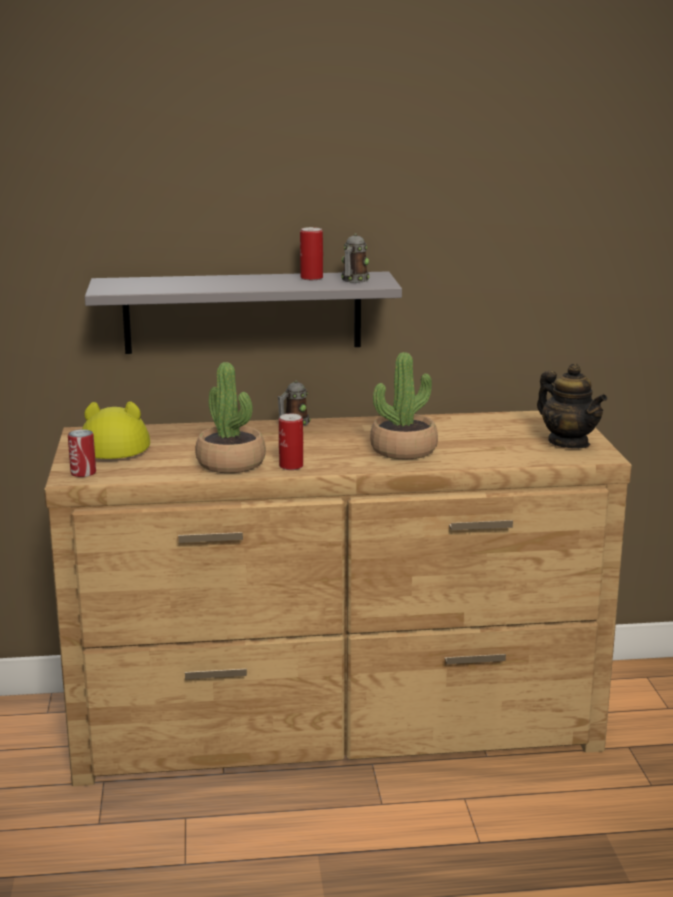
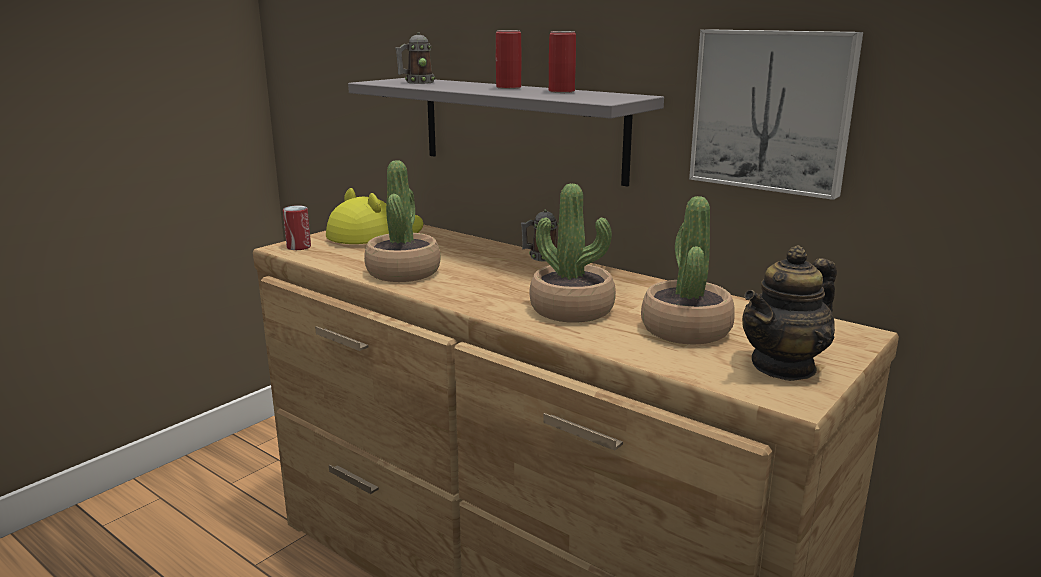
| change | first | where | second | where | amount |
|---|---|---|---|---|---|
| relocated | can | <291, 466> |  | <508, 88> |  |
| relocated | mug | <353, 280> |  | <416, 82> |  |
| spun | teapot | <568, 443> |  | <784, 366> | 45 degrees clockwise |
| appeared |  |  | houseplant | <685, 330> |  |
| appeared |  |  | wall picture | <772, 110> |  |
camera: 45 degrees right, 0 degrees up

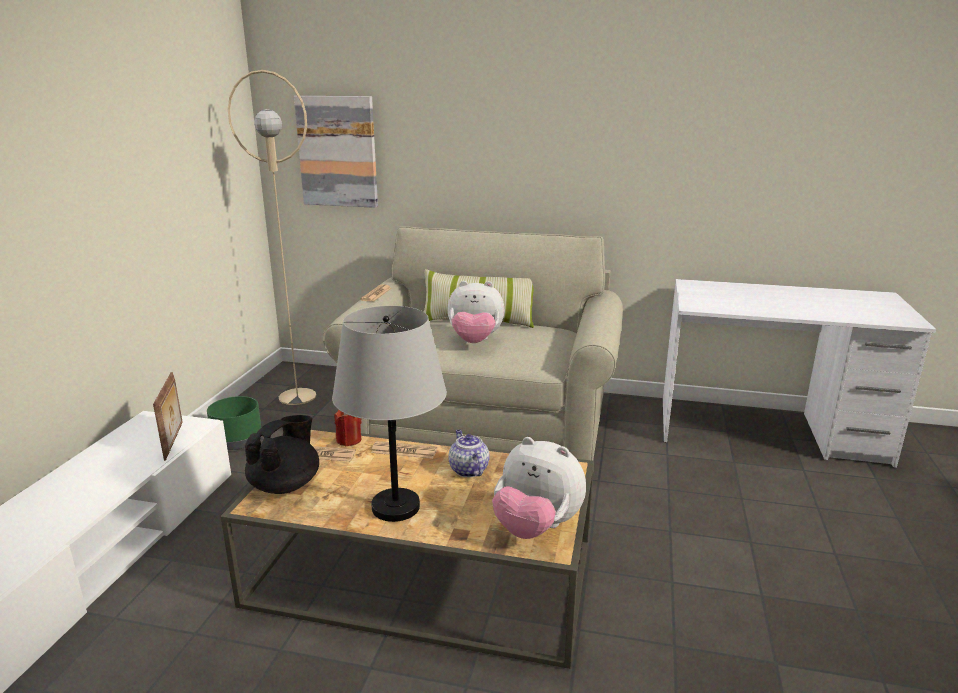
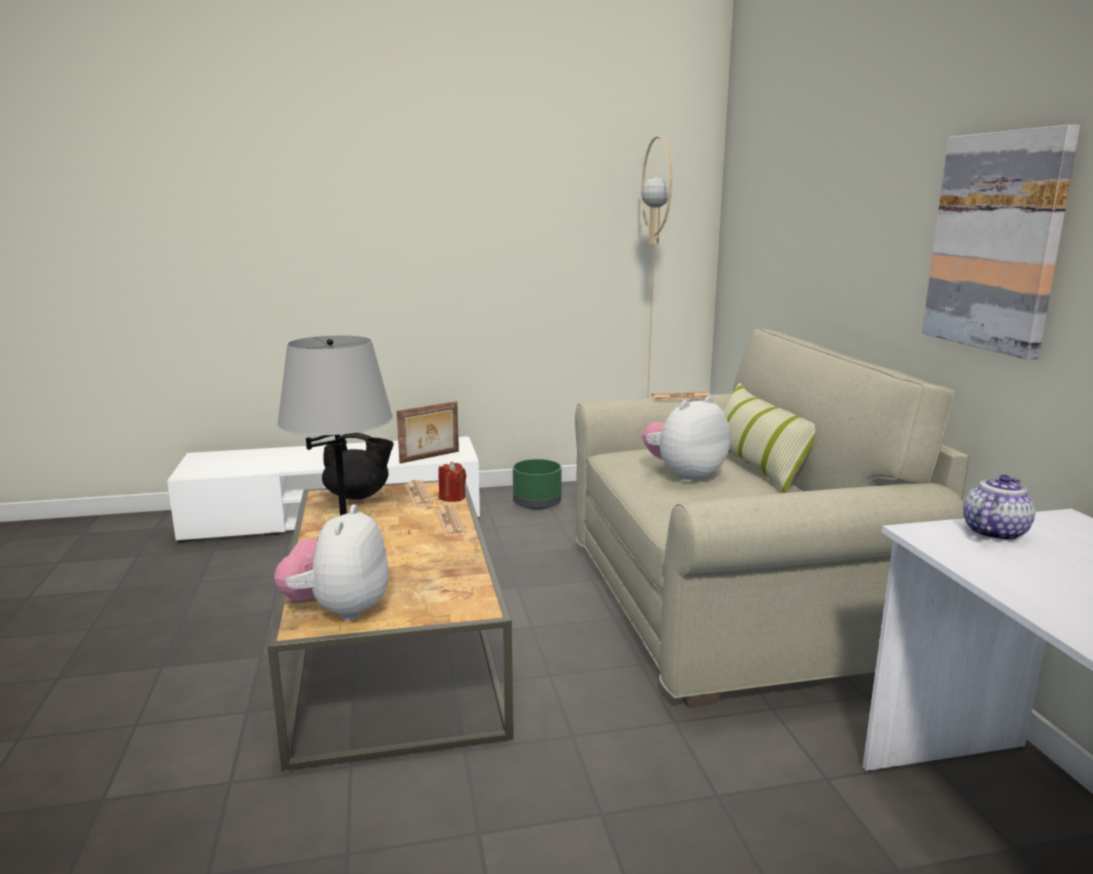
| change | first | where | second | where | amount |
|---|---|---|---|---|---|
| relocated | wall picture | <338, 152> |  | <996, 242> |  |
| spun | cuddly toy | <475, 341> |  | <684, 475> | 75 degrees clockwise |
| relocated | teapot | <468, 470> |  | <994, 532> |  |
camera: 65 degrees right, 5 degrees down

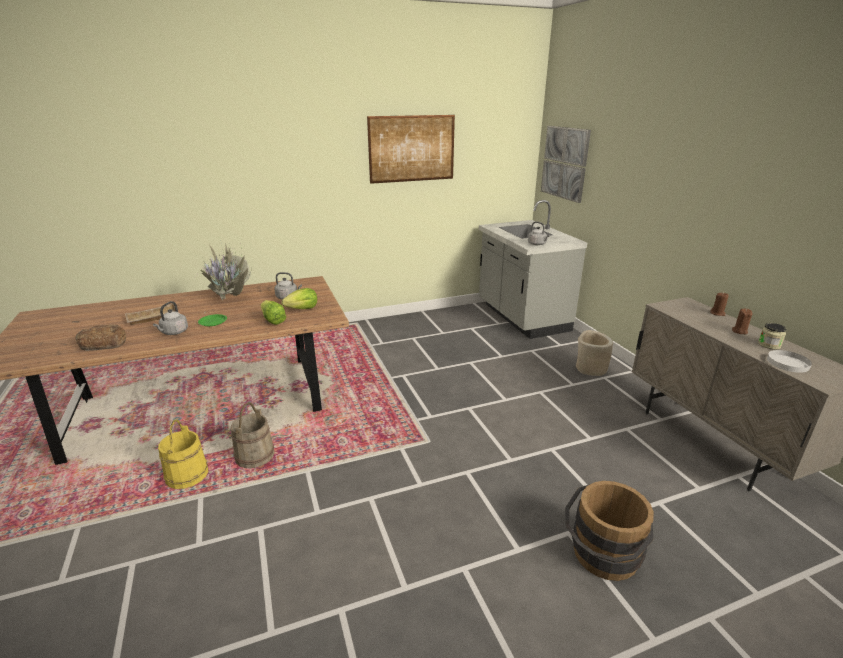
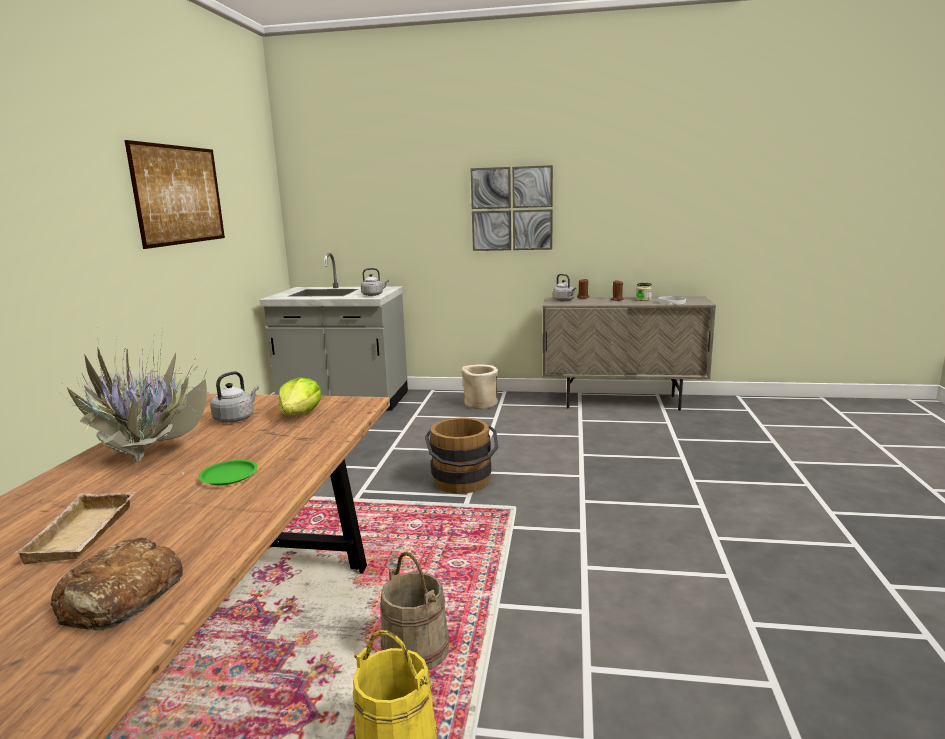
| change | first | where | second | where | amount |
|---|---|---|---|---|---|
| relocated | greyish tea kettle | <173, 332> |  | <564, 300> |  |
| missing | head of lettuce | <272, 320> |  |  |  |
| relocated | wall picture | <565, 163> |  | <511, 209> |  |
| relocated | brownish water bucket | <601, 557> |  | <463, 483> |  |
camera: 60 degrees left, 10 degrees down

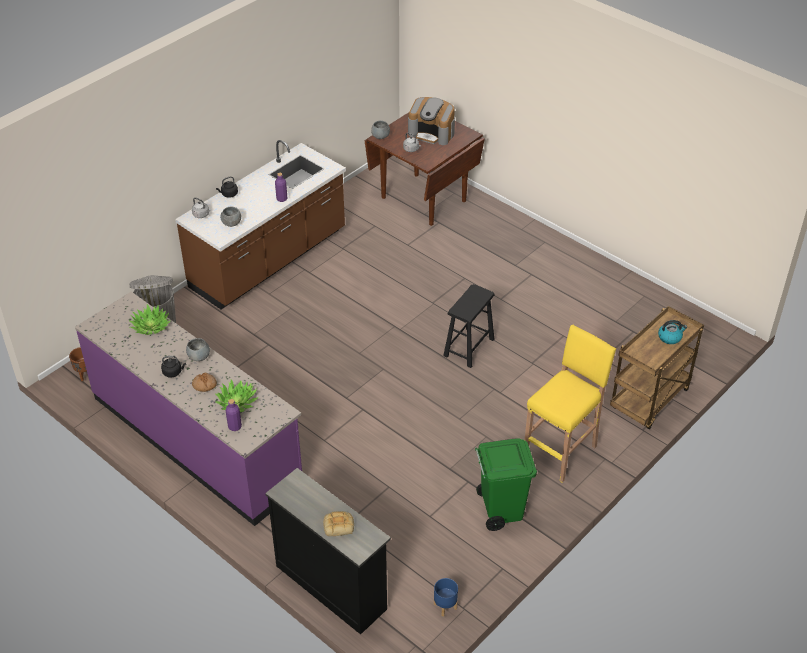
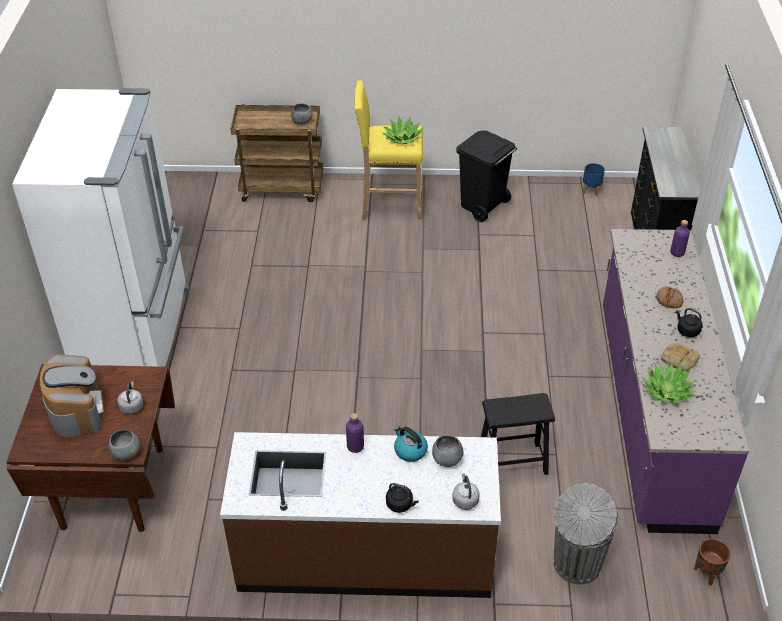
| change | first | where | second | where | amount |
|---|---|---|---|---|---|
| relocated | greyish bowl | <199, 356> |  | <301, 121> |  |
| relocated | houseplant | <237, 402> |  | <402, 138> |  |
| relocated | bread | <339, 525> |  | <678, 359> |  |
| relocated | black-coloured stool seat | <469, 347> |  | <512, 461> |  |
| colour | greenish waste bin | <500, 509> | black-coloured waste bin | <482, 207> |  |
| relocated | tea kettle | <670, 337> |  | <410, 450> |  |
| appeared |  |  | white-coloured kitchen fridge | <137, 333> |  |
camera: 130 degrees left, 0 degrees up

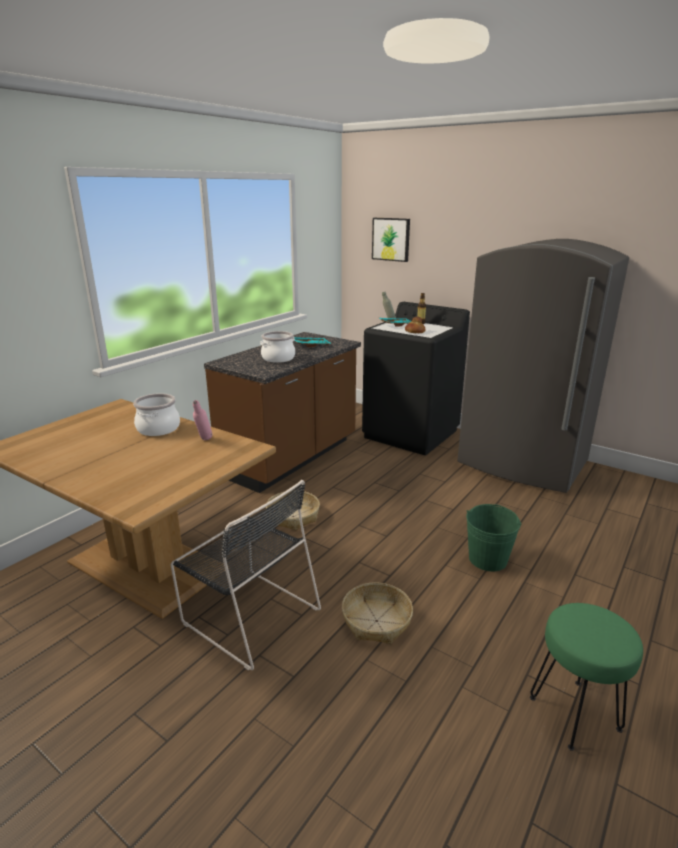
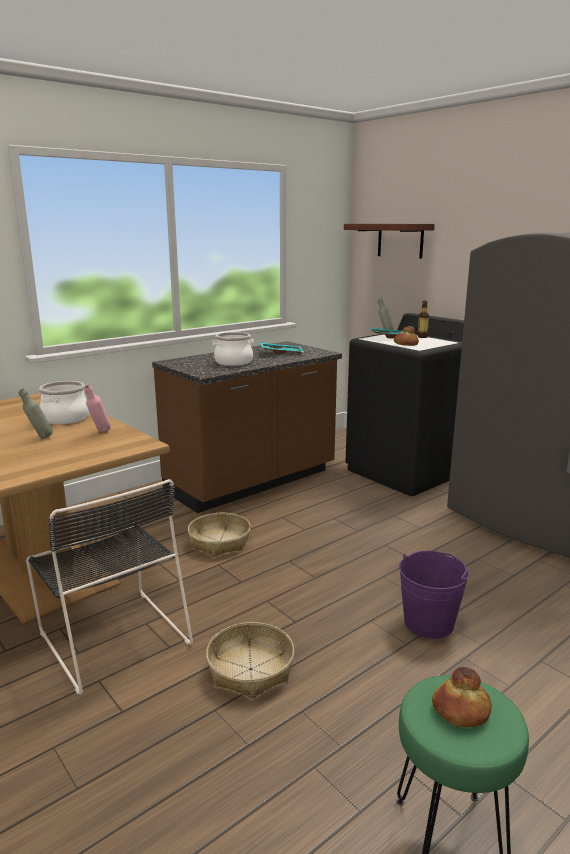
| change | first | where | second | where | amount |
|---|---|---|---|---|---|
| exchanged | wall picture | <391, 239> | wall shelf | <400, 240> |  |
| colour | greenish water bucket | <487, 559> | purple-coloured water bucket | <429, 623> |  |
| appeared |  |  | greyish drink bottle | <39, 438> |  |
| appeared |  |  | bread | <460, 710> |  |
camera: 15 degrees right, 5 degrees down

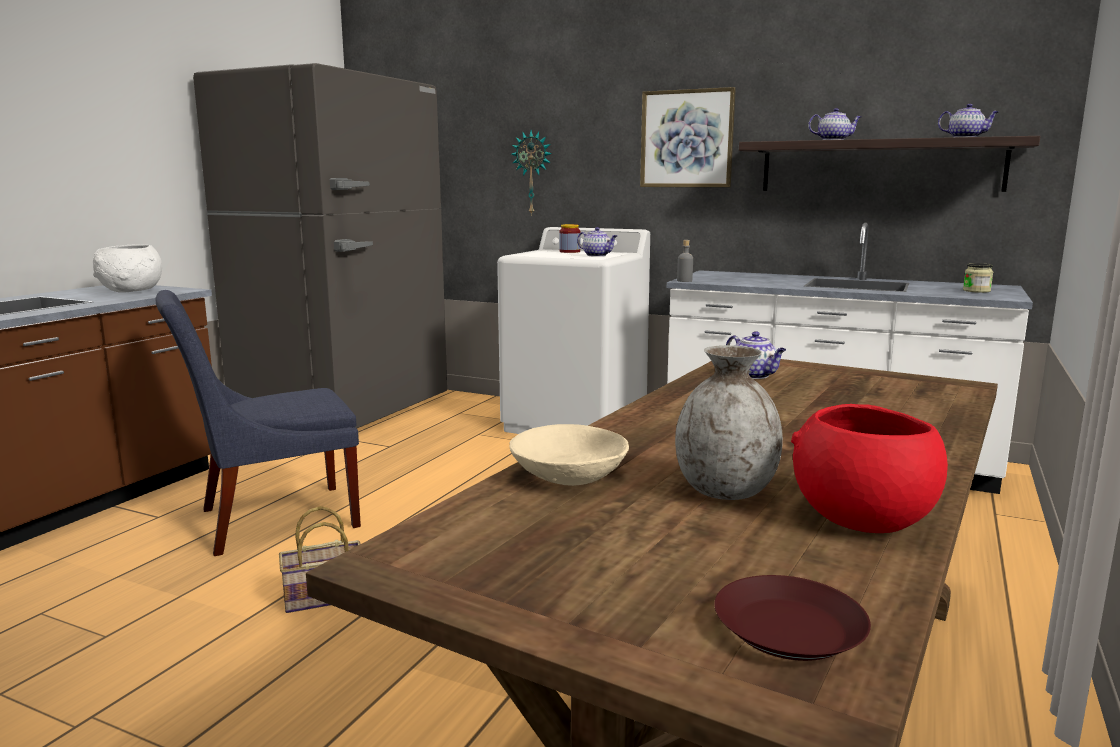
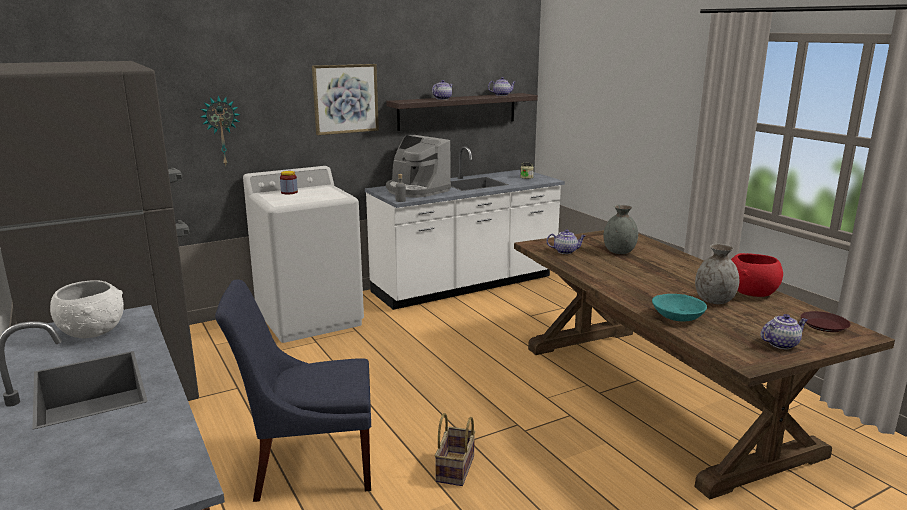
| change | first | where | second | where | amount |
|---|---|---|---|---|---|
| spun | blue chair | <271, 519> |  | <308, 465> | 75 degrees clockwise |
| colour | beige-coloured bowl | <567, 475> | blue-green bowl | <677, 317> |  |
| relocated | teapot | <597, 255> |  | <781, 344> |  |
| appeared |  |  | coffee brewer | <416, 190> |  |
| appeared |  |  | greyish decorative vase | <619, 252> |  |
camera: 55 degrees left, 5 degrees up

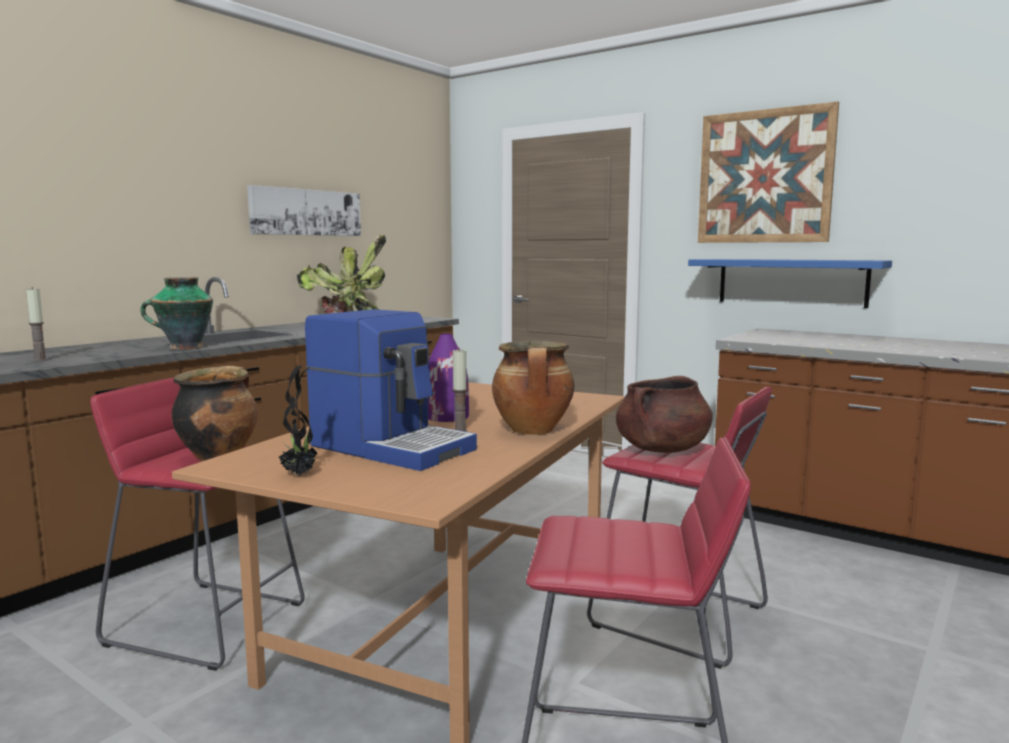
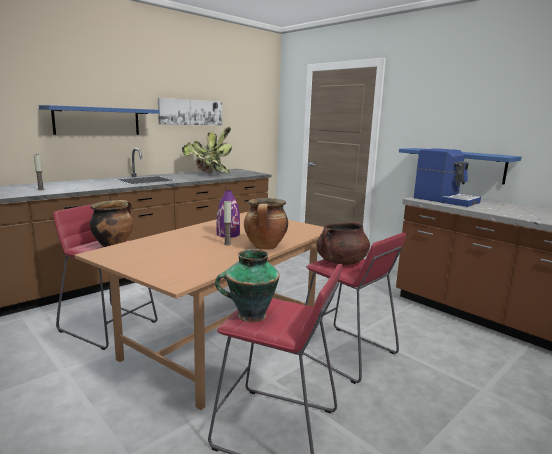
| change | first | where | second | where | amount |
|---|---|---|---|---|---|
| relocated | decorative vase | <184, 347> |  | <250, 315> |  |
| missing | houseplant | <299, 475> |  |  |  |
| relocated | coffee brewer | <392, 447> |  | <445, 200> |  |
| missing | wall picture | <764, 177> |  |  |  |
| appeared |  |  | blue wall shelf | <97, 121> |  |
camera: 10 degrees right, 5 degrees up

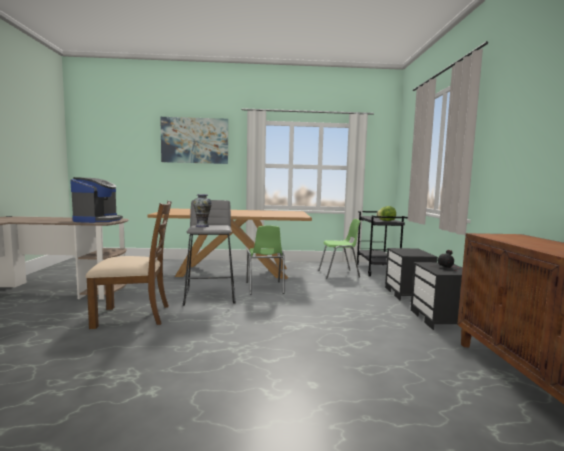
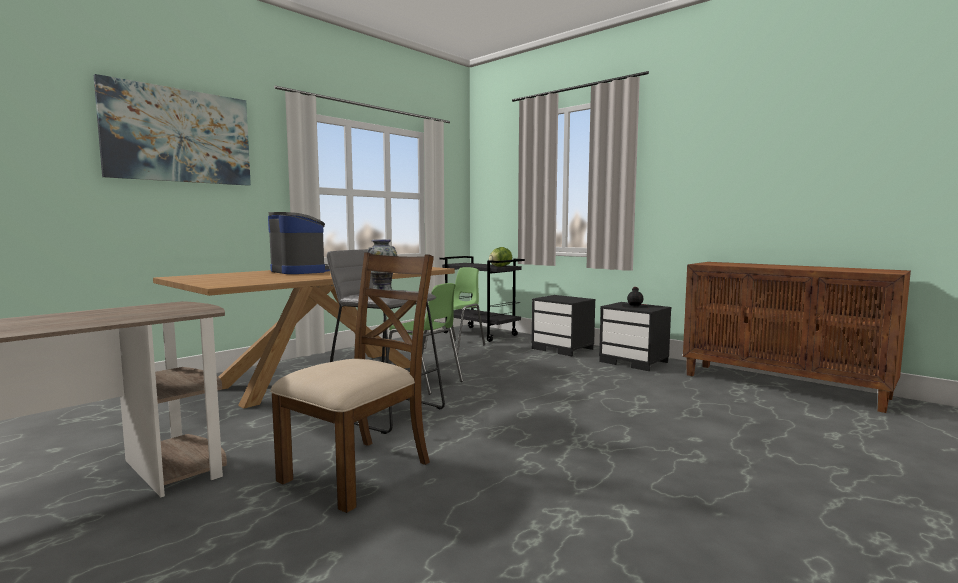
| change | first | where | second | where | amount |
|---|---|---|---|---|---|
| relocated | coffee brewer | <97, 220> |  | <300, 271> |  |
camera: 45 degrees left, 0 degrees up

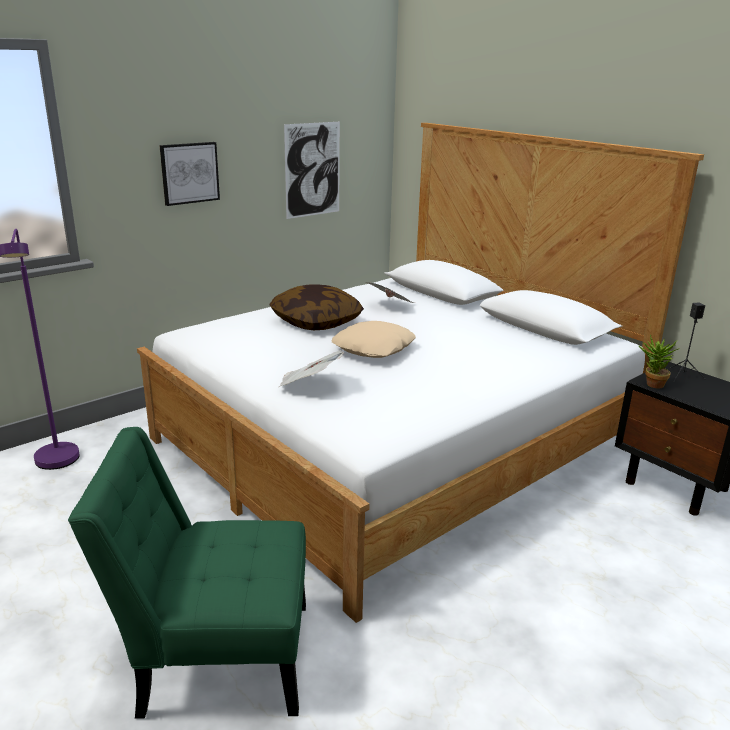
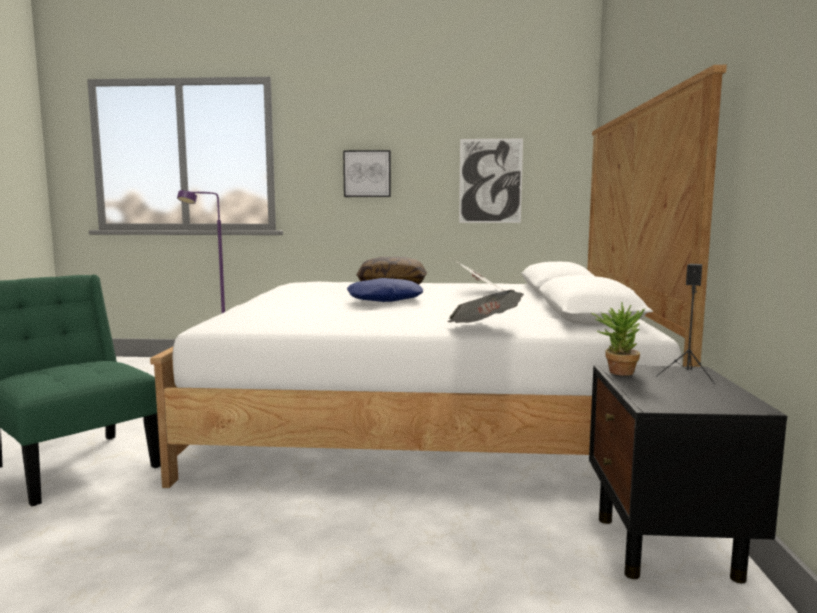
| change | first | where | second | where | amount |
|---|---|---|---|---|---|
| relocated | newspaper | <309, 385> |  | <484, 328> |  |
| colour | beige-coloured cushion | <374, 348> | blue cushion | <384, 299> |  |
camera: 45 degrees right, 15 degrees down

